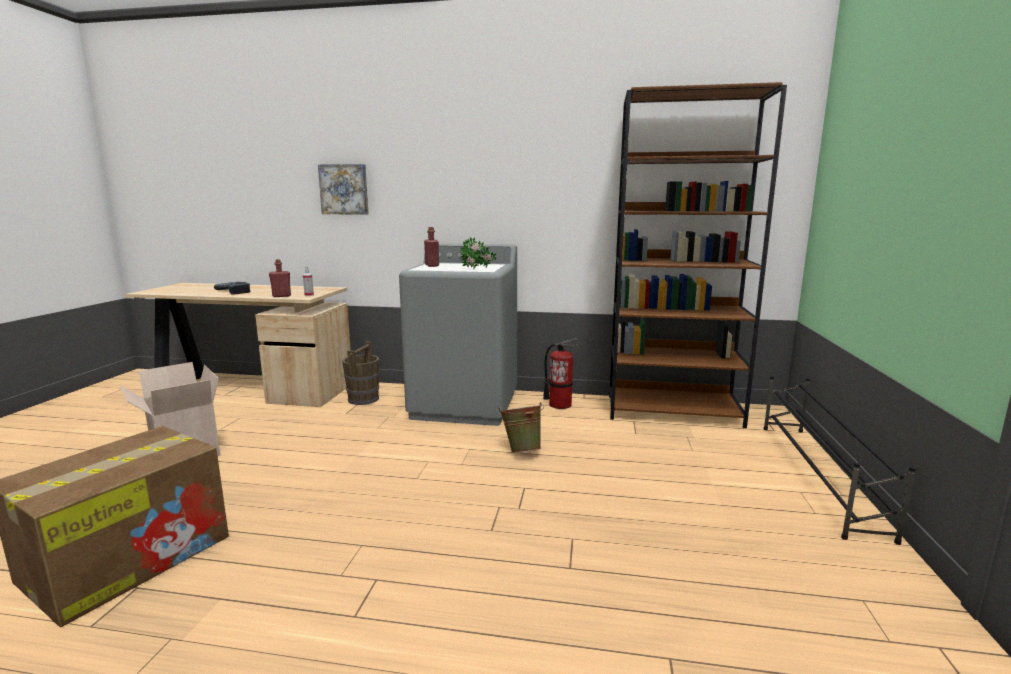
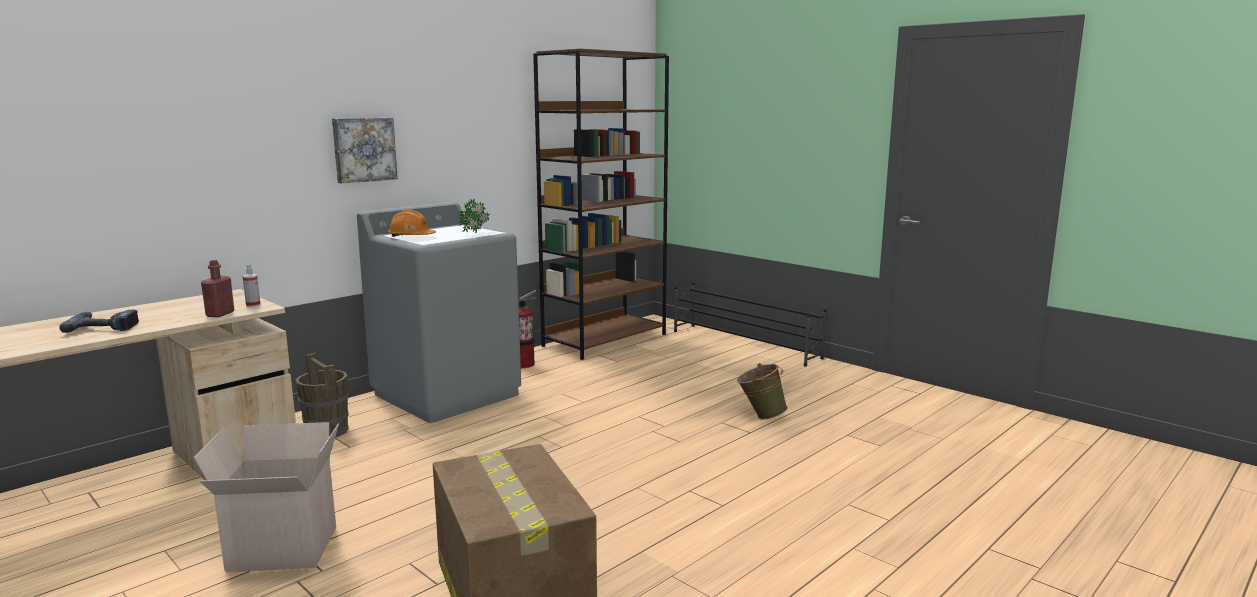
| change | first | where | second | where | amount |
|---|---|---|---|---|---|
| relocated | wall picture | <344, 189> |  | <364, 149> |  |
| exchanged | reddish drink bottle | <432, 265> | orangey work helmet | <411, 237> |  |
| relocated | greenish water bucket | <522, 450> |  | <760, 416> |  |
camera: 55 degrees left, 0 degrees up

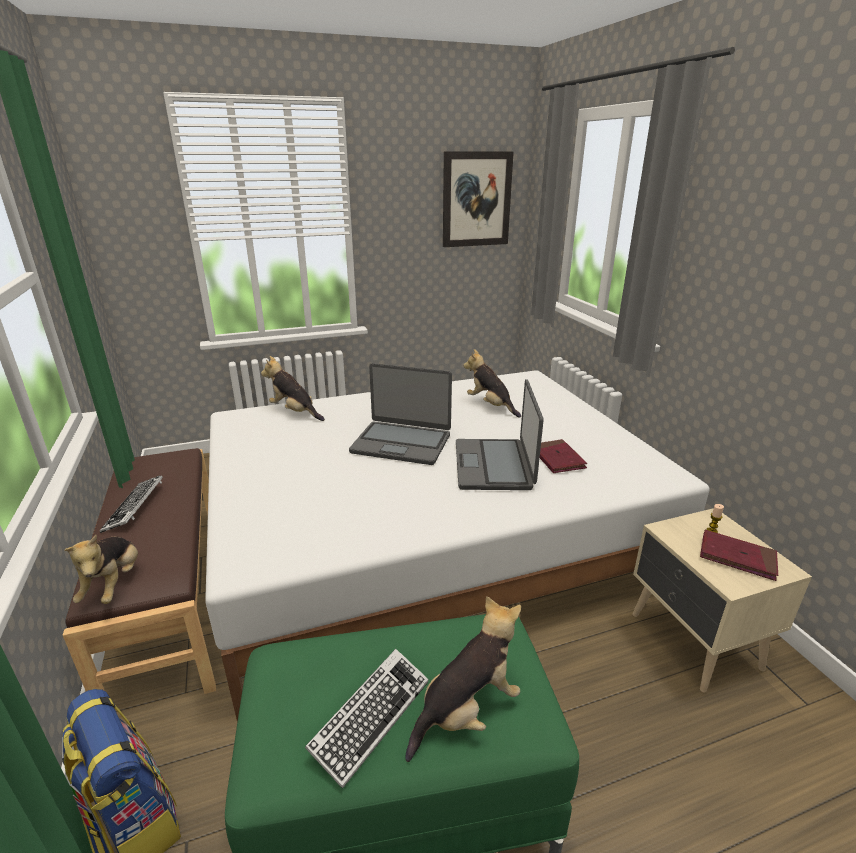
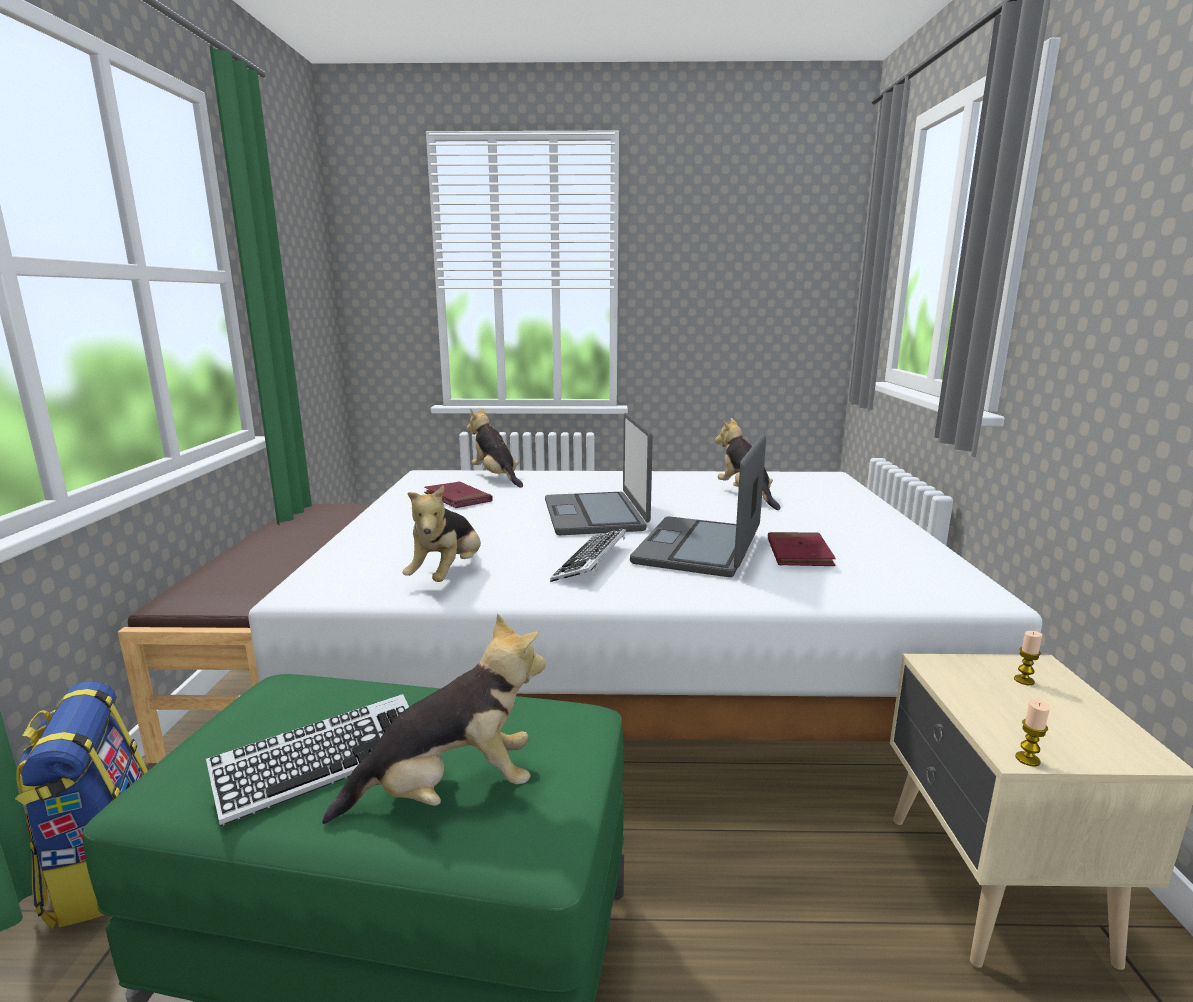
| change | first | where | second | where | amount |
|---|---|---|---|---|---|
| relocated | cuddly toy | <114, 584> |  | <448, 575> |  |
| relocated | computer keyboard | <135, 507> |  | <591, 562> |  |
| spun | laptop | <401, 443> |  | <595, 515> | 45 degrees clockwise |
| missing | wall picture | <476, 200> |  |  |  |
| relocated | reddish volume | <737, 557> |  | <458, 498> |  |
| appeared |  |  | wax light | <1027, 759> |  |
camera: 20 degrees right, 10 degrees down

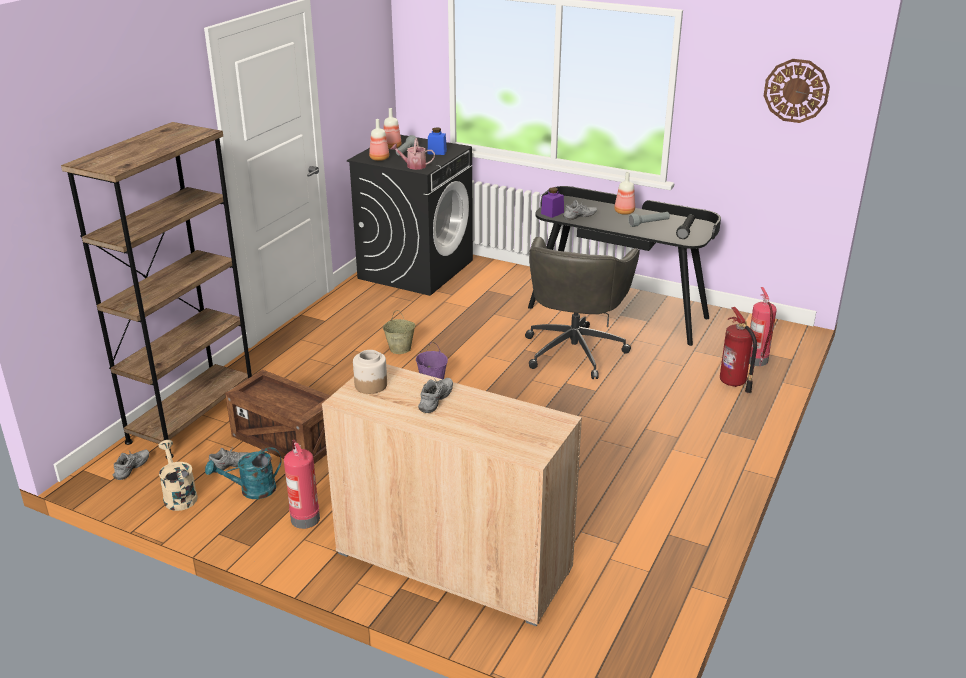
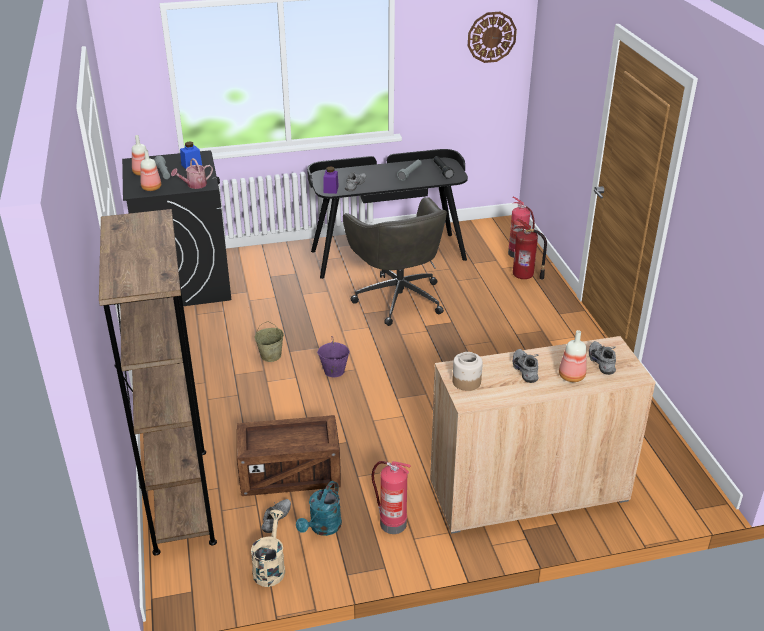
| change | first | where | second | where | amount |
|---|---|---|---|---|---|
| relocated | greyish item of footwear | <133, 469> |  | <603, 362> |  |
| spun | beige-coloured watering can | <178, 495> |  | <270, 567> | 75 degrees clockwise |
| relocated | drink bottle | <623, 212> |  | <571, 376> |  |
camera: 40 degrees left, 5 degrees up

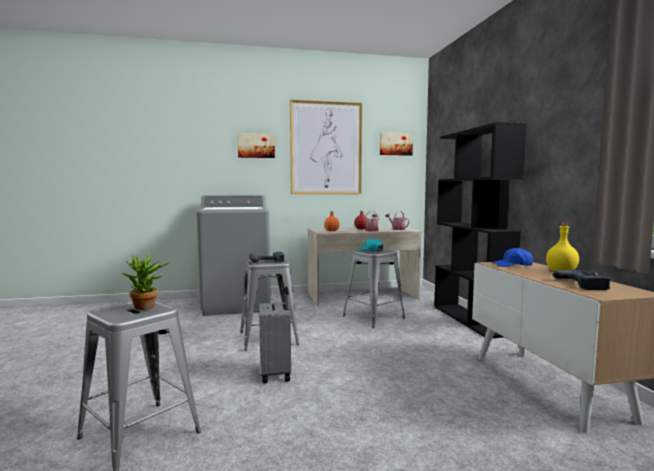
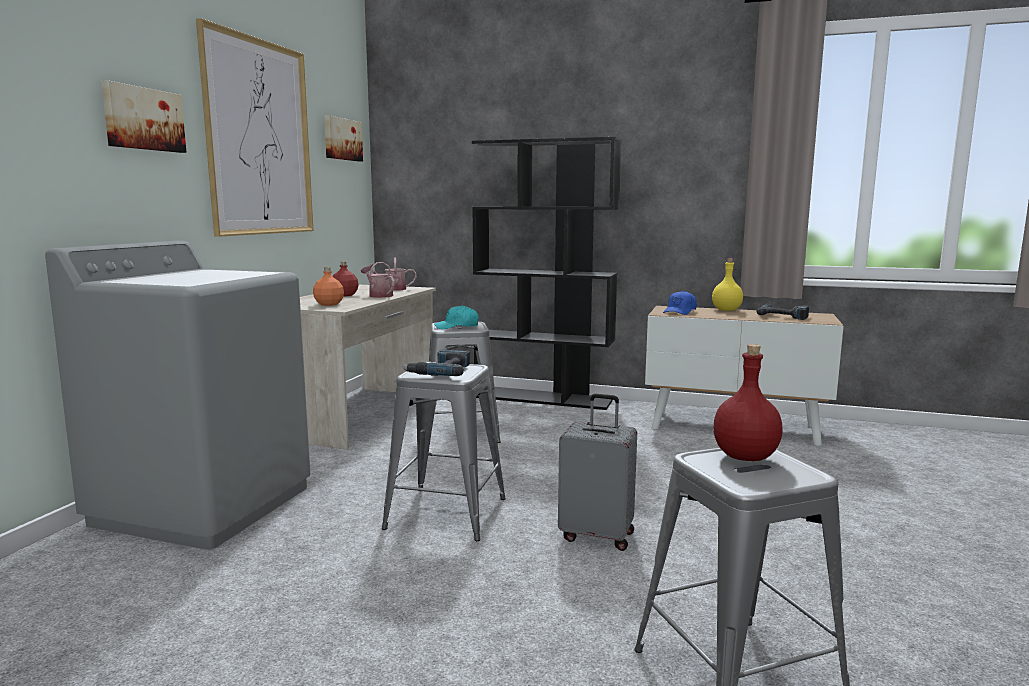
| change | first | where | second | where | amount |
|---|---|---|---|---|---|
| exchanged | houseplant | <147, 307> | reddish drink bottle | <746, 457> |  |
camera: 60 degrees left, 5 degrees up

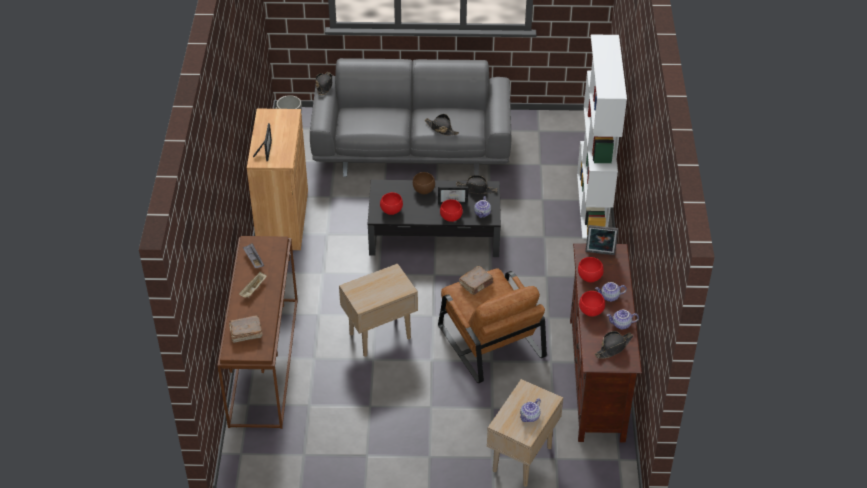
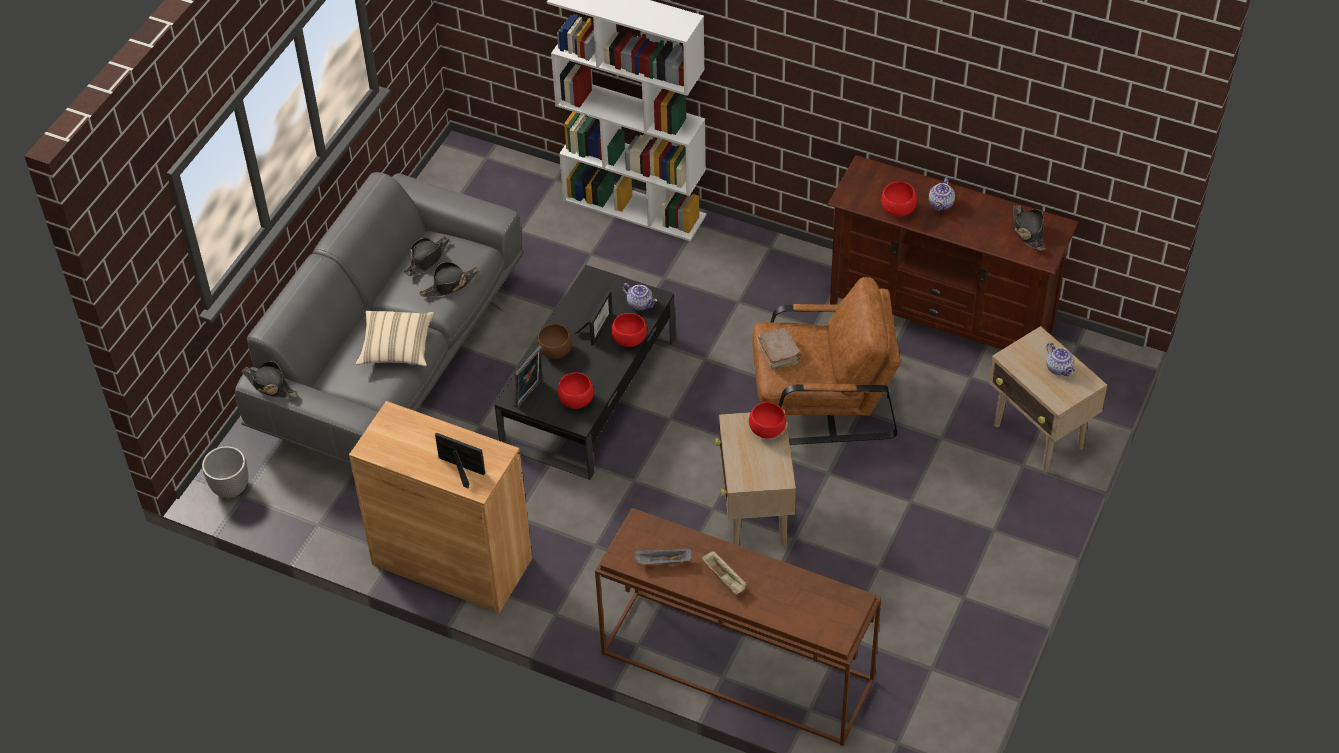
| change | first | where | second | where | amount |
|---|---|---|---|---|---|
| missing | brownish volume | <245, 333> |  |  |  |
| relocated | black-coloured wearable hat | <476, 189> |  | <427, 259> |  |
| relocated | reddish bowl | <591, 311> |  | <767, 430> |  |
| relocated | photo frame | <600, 254> |  | <530, 395> |  |
| missing | teapot | <621, 325> |  |  |  |
| appeared |  |  | beige-coloured cushion | <397, 348> |  |
camera: 65 degrees left, 5 degrees up

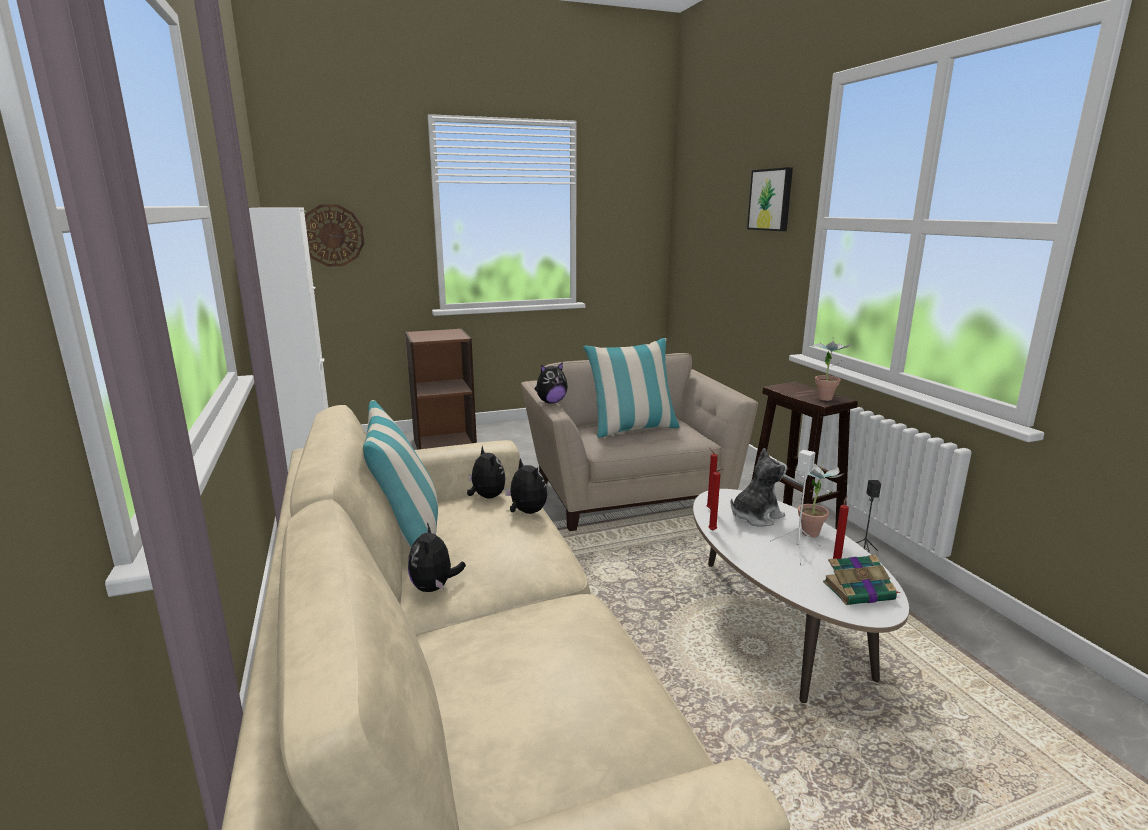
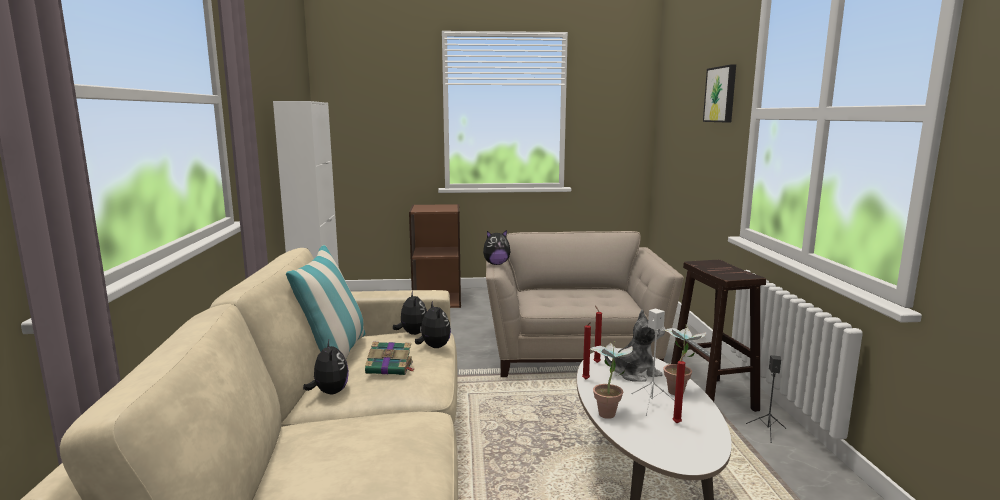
| change | first | where | second | where | amount |
|---|---|---|---|---|---|
| missing | clock on the wall | <332, 235> |  |  |  |
| spun | cuddly toy | <434, 588> |  | <329, 392> | 150 degrees clockwise |
| missing | cushion | <632, 429> |  |  |  |
| relocated | houseplant | <825, 397> |  | <610, 412> |  |
| relocated | volume | <860, 591> |  | <390, 368> |  |
camera: 15 degrees right, 5 degrees down

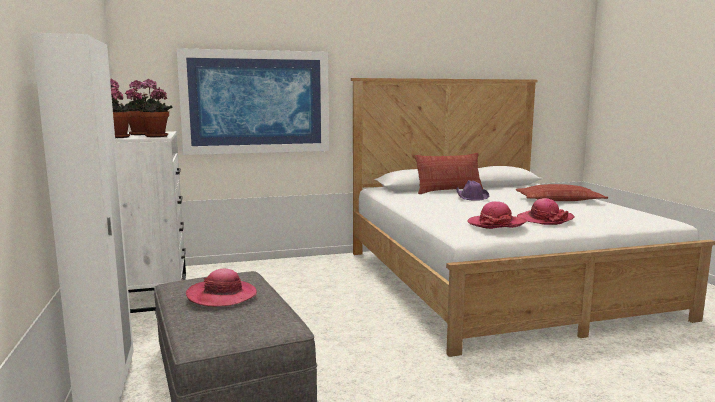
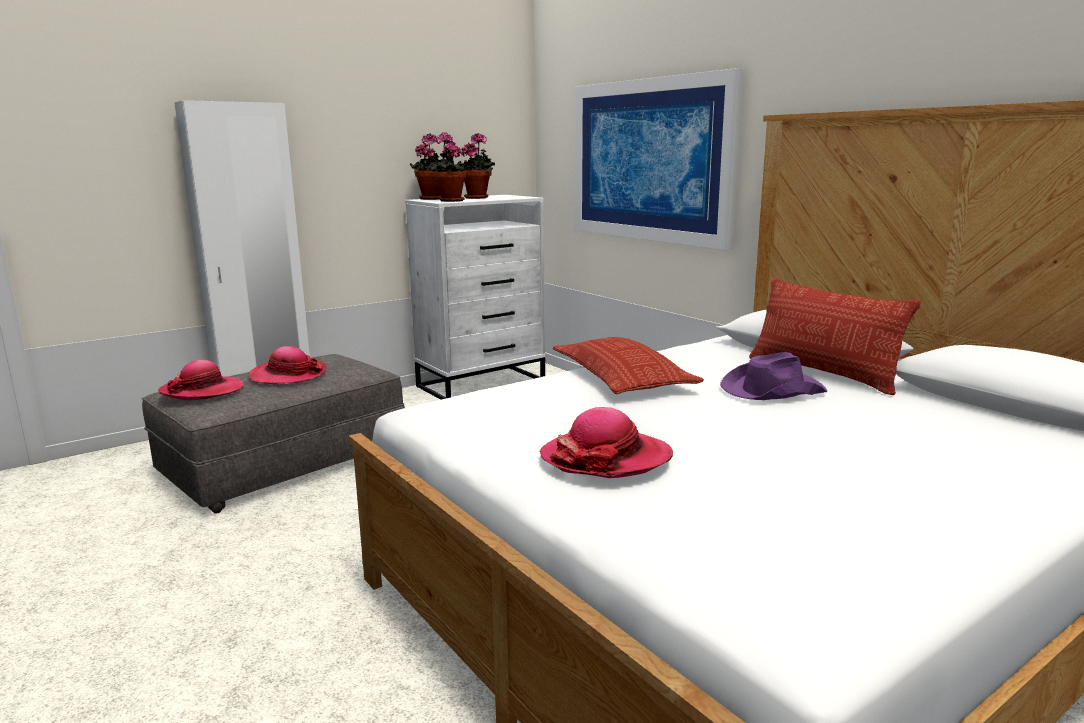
| change | first | where | second | where | amount |
|---|---|---|---|---|---|
| relocated | wearable hat | <496, 224> |  | <203, 391> |  |
| relocated | cushion | <559, 200> |  | <622, 377> |  |
camera: 70 degrees right, 5 degrees up

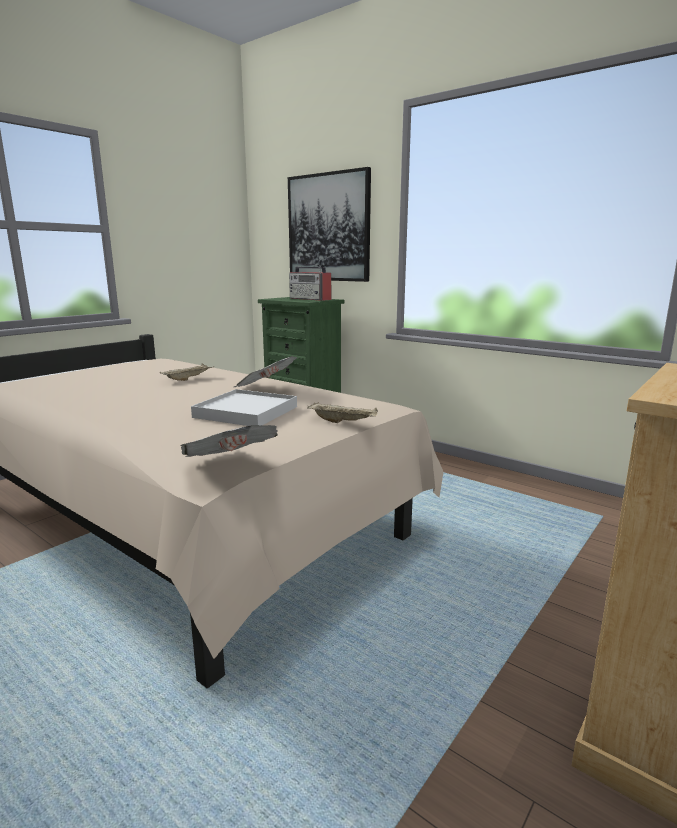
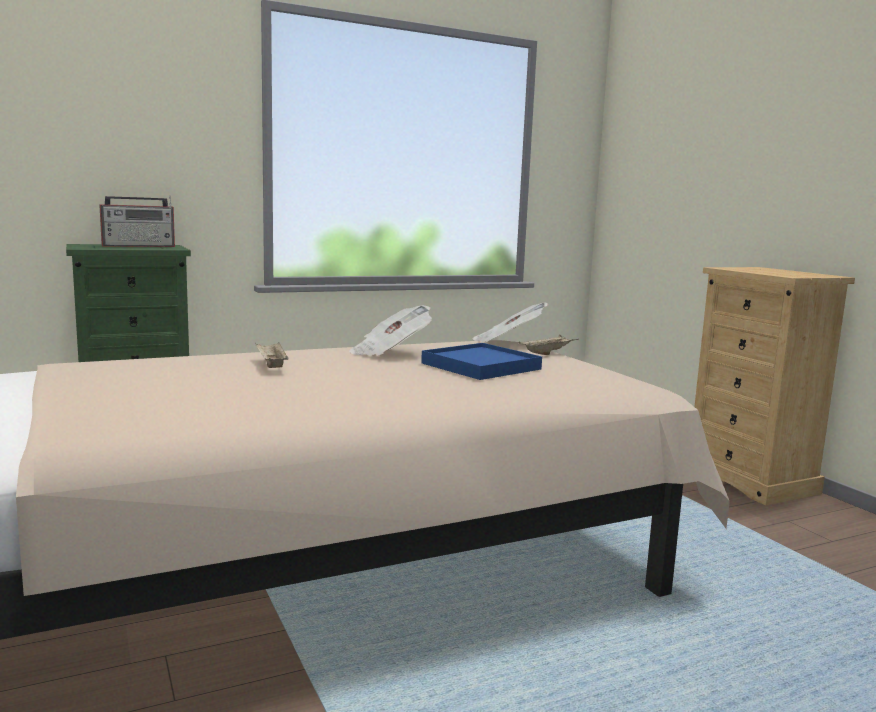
| change | first | where | second | where | amount |
|---|---|---|---|---|---|
| relocated | newspaper | <231, 467> |  | <507, 342> |  |
| colour | white-coloured tray | <246, 412> | blue tray | <480, 366> |  |
| missing | wall picture | <328, 228> |  |  |  |
camera: 65 degrees left, 5 degrees down

